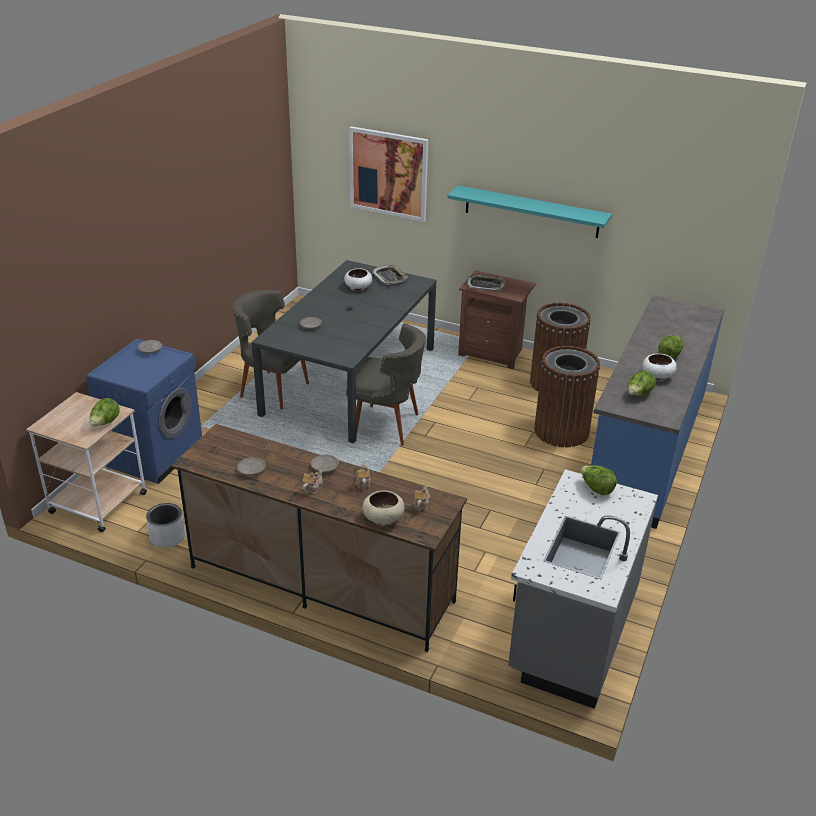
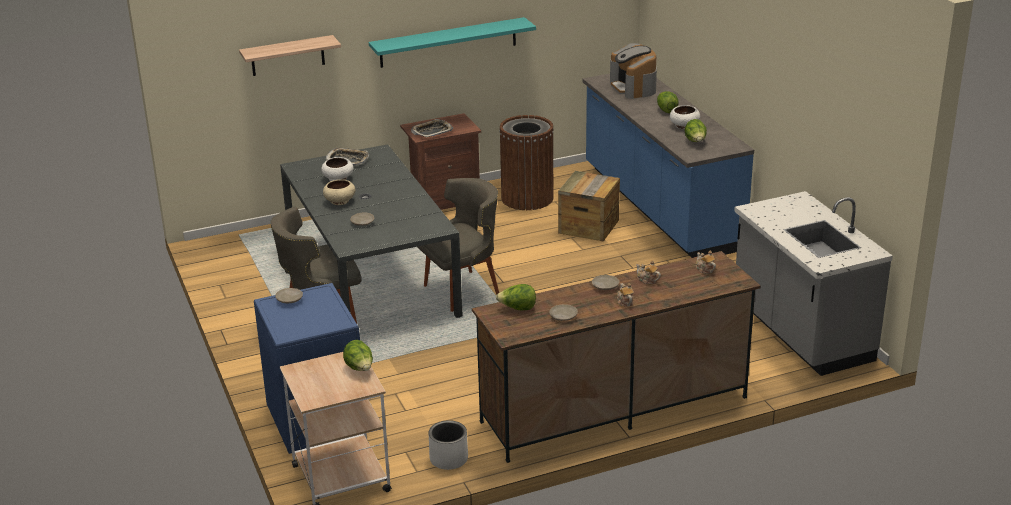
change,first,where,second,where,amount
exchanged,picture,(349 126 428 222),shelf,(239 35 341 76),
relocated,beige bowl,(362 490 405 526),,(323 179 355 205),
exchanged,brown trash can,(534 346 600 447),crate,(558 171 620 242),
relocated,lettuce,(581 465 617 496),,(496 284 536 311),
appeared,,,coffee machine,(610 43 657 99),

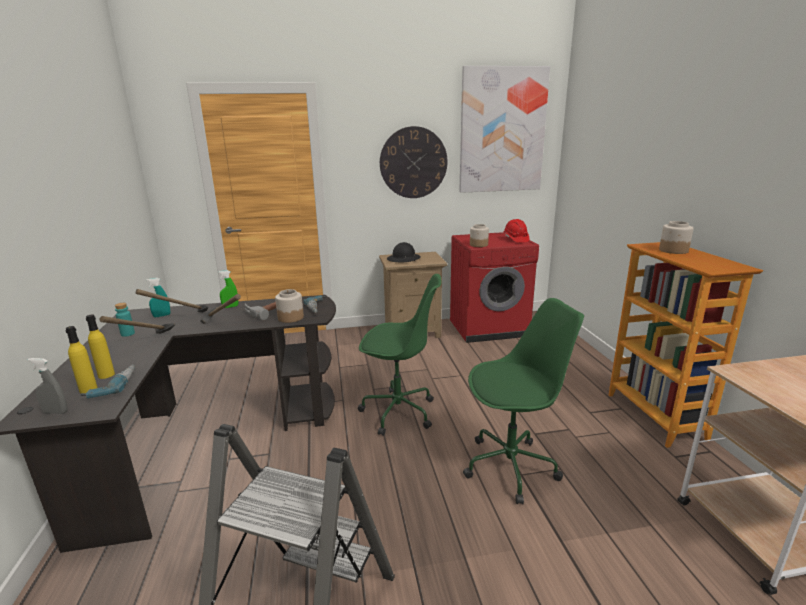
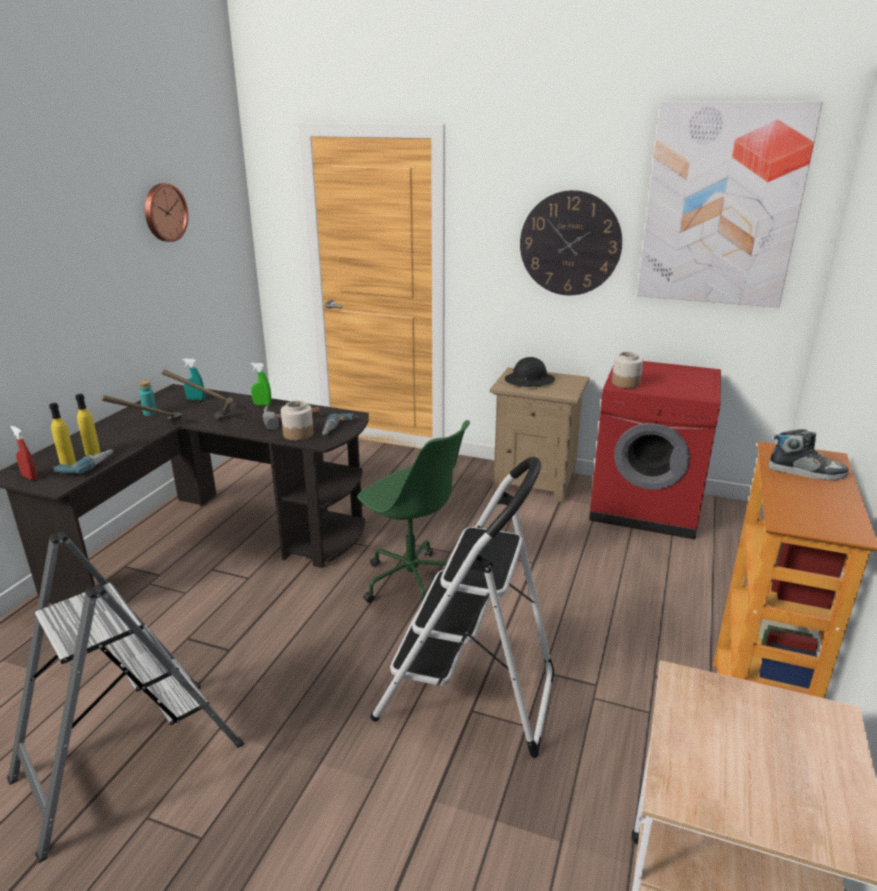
change,first,where,second,where,amount
colour,grey spray bottle,(28 358 68 414),red spray bottle,(10 426 37 480),
exchanged,green office chair,(463 298 584 504),step ladder,(370 457 554 758),
missing,red hard hat,(504 219 529 243),,,
exchanged,jar,(659 221 693 254),shoe,(768 429 849 480),
appeared,,,wall clock,(145 183 188 242),

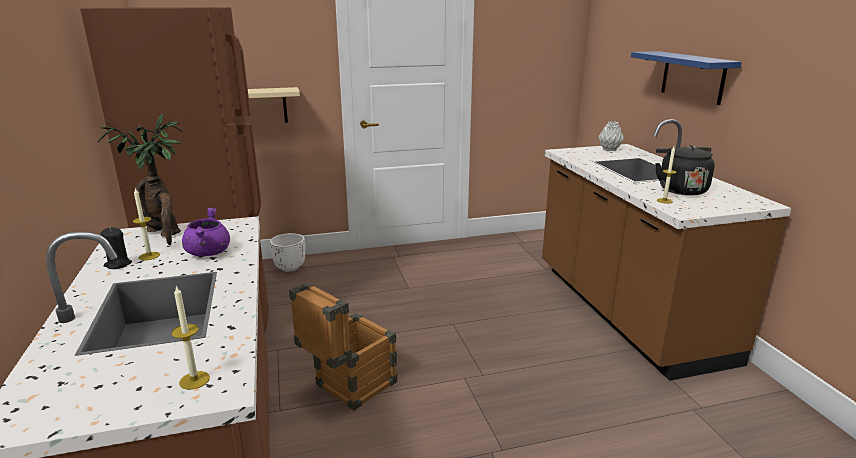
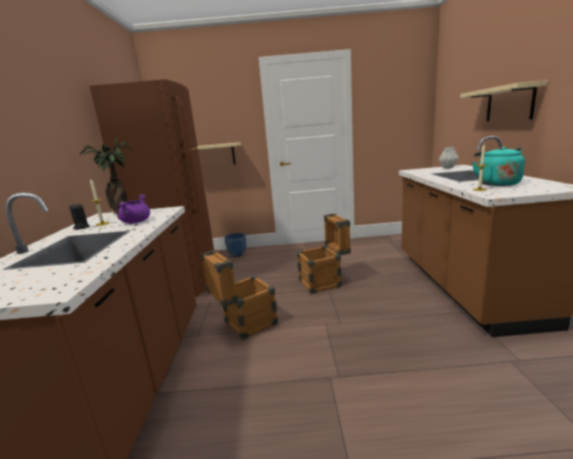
change,first,where,second,where,amount
missing,candle,(171 285 210 390),,,
colour,white planter,(270 233 305 272),blue planter,(224 233 246 257),
colour,blue shelf,(631 51 742 105),beige shelf,(460 80 548 121),
colour,black kettle,(655 145 715 196),turquoise kettle,(472 146 525 186),
appeared,,,crate,(297 214 351 294),

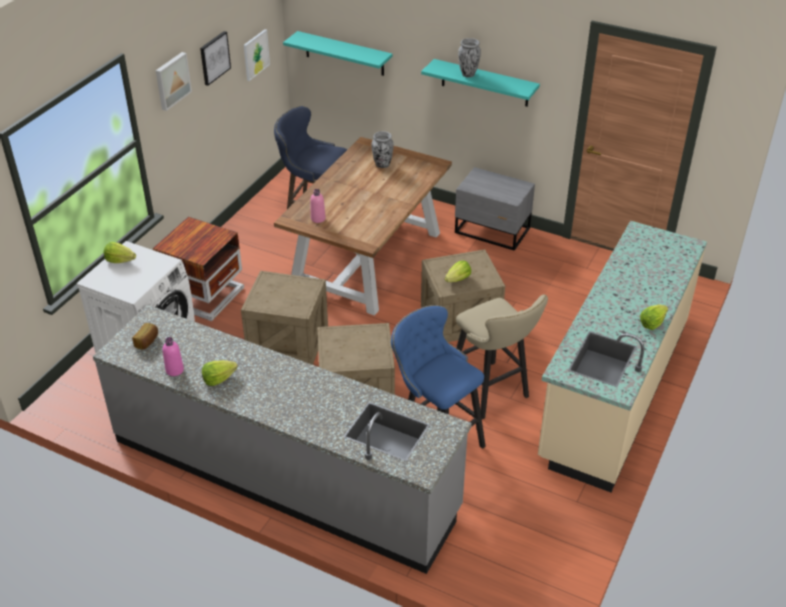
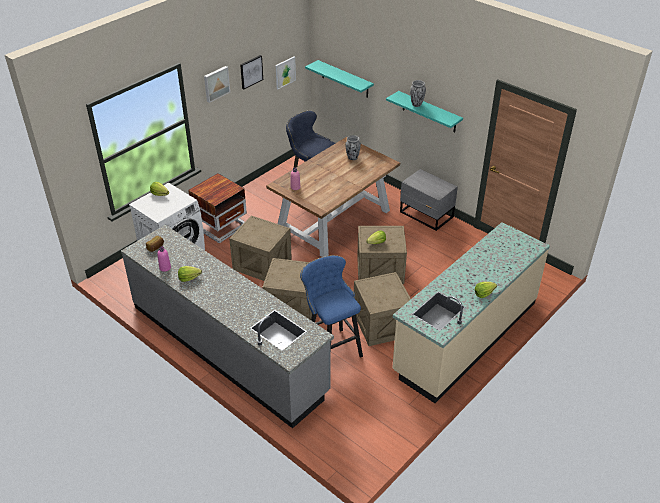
change,first,where,second,where,amount
exchanged,beige stool,(456 294 548 419),crate,(354 272 411 346),

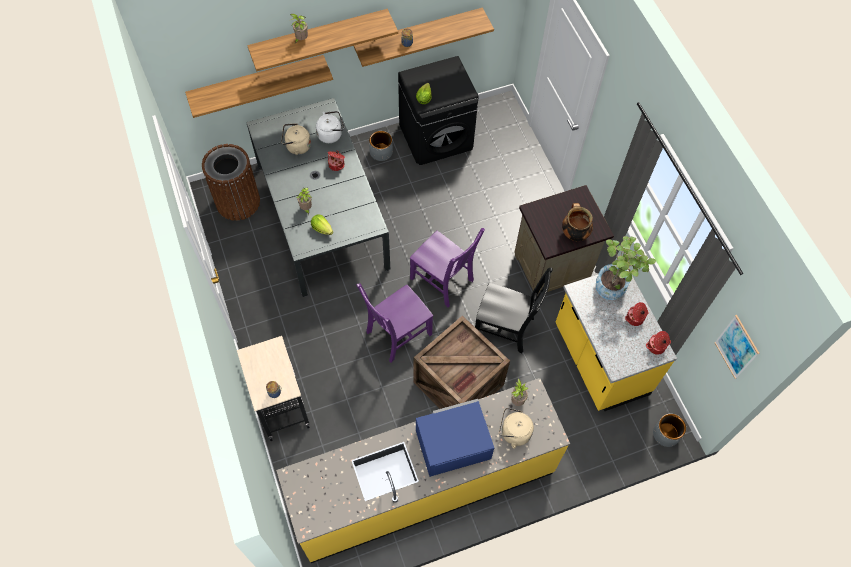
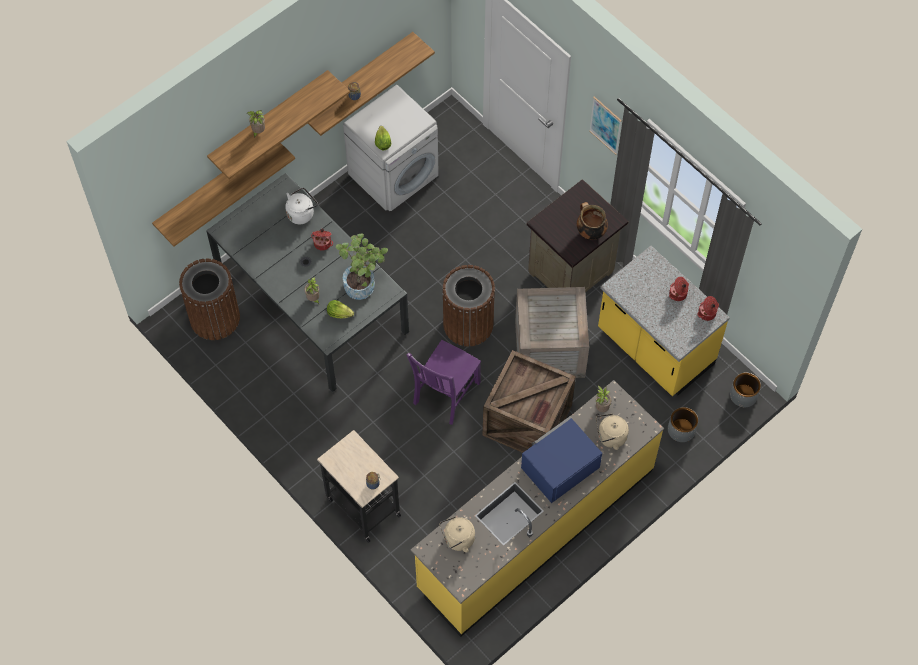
change,first,where,second,where,amount
relocated,beige kettle,(281 123 311 155),,(439 516 475 553),
relocated,grey planter,(369 131 393 161),,(668 407 698 442),
colour,black washing machine,(398 56 479 165),white washing machine,(343 85 439 211),
exchanged,purple chair,(410 228 485 308),brown trash can,(442 265 495 347),
exchanged,black chair,(475 268 552 354),crate,(515 287 589 378),
relocated,potted plant,(596 236 656 300),,(335 234 388 300),
relocated,picture,(714 315 759 379),,(589 96 622 155),

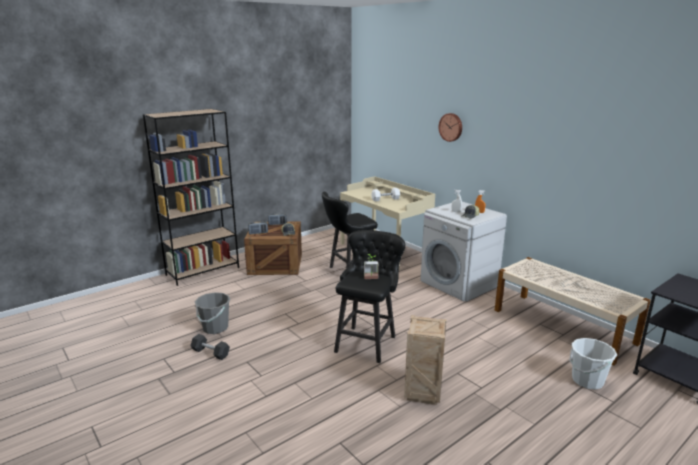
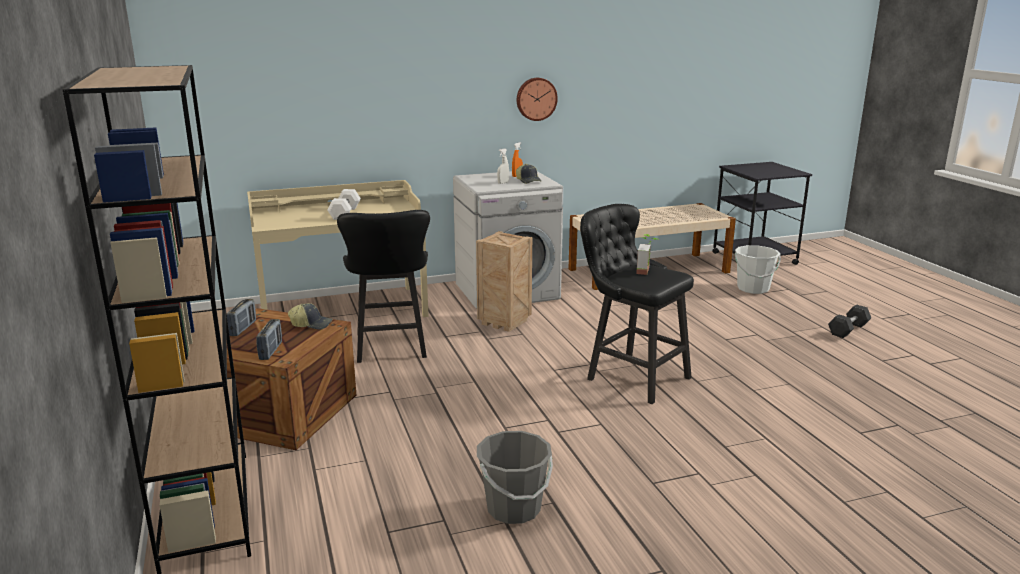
change,first,where,second,where,amount
relocated,grey dumbbell,(190 334 230 360),,(828 305 871 338),
relocated,crate,(404 315 446 405),,(476 231 532 332),
relocated,wall clock,(438 113 462 142),,(517 78 558 121),

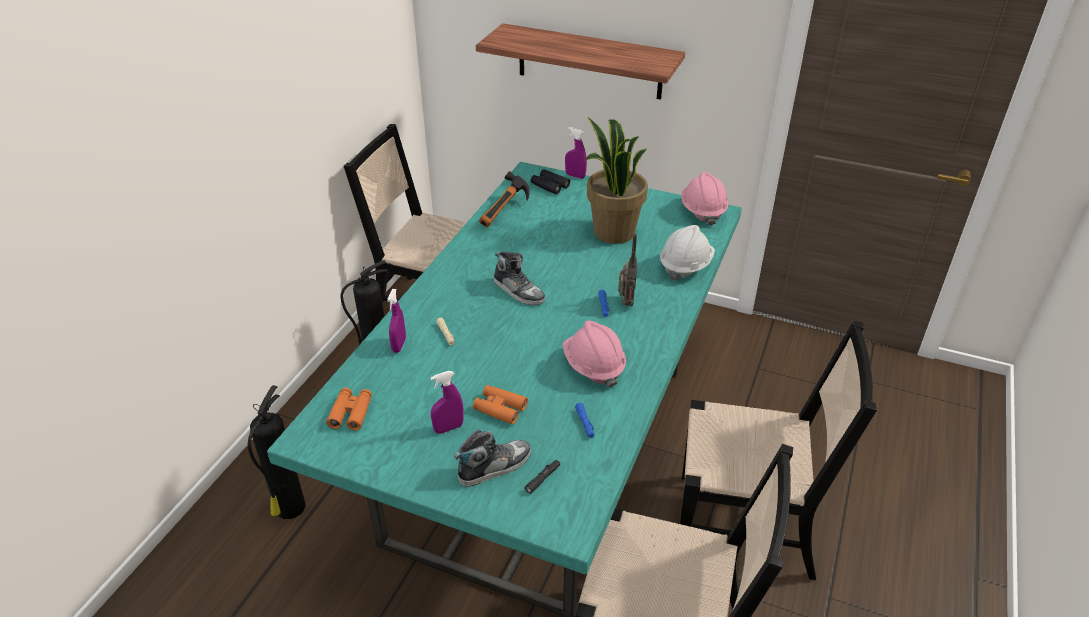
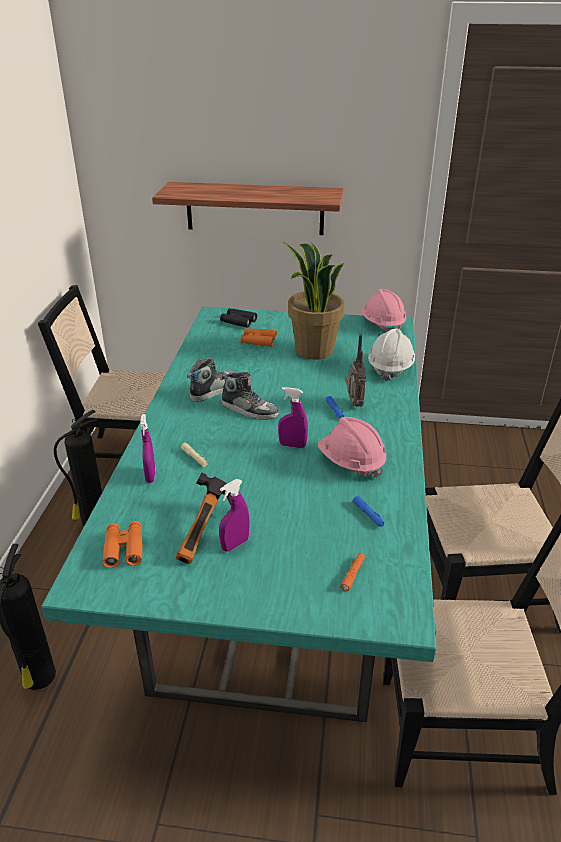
change,first,where,second,where,amount
relocated,shoe,(454 429 532 487),,(187 358 237 402),
relocated,orange binoculars,(473 385 528 424),,(240 328 277 347),
relocated,hammer,(479 171 529 227),,(176 472 231 564),
colour,black flashlight,(525 460 560 494),orange flashlight,(340 553 365 592),
relocated,purple spray bottle,(565 127 587 179),,(278 387 308 448),

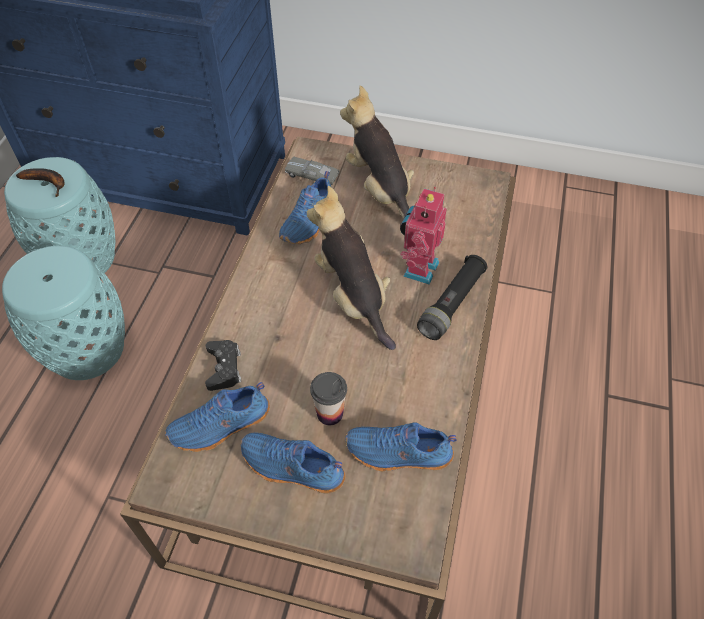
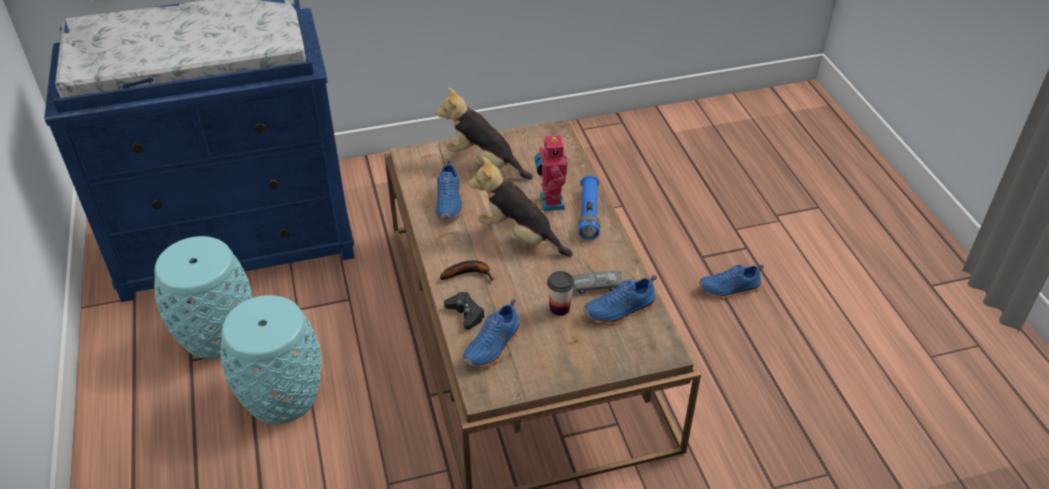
change,first,where,second,where,amount
relocated,banana,(16 168 65 197),,(440 261 494 281),
relocated,blue shoe,(241 433 345 493),,(699 264 764 299),
relocated,grey toy car,(285 157 340 185),,(572 271 623 294),
colour,black flashlight,(417 255 487 340),blue flashlight,(578 175 600 240),

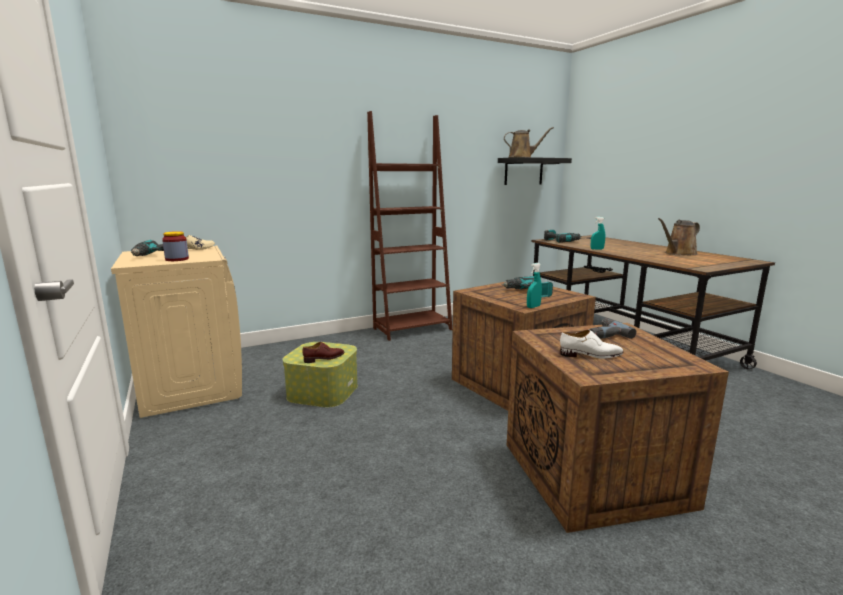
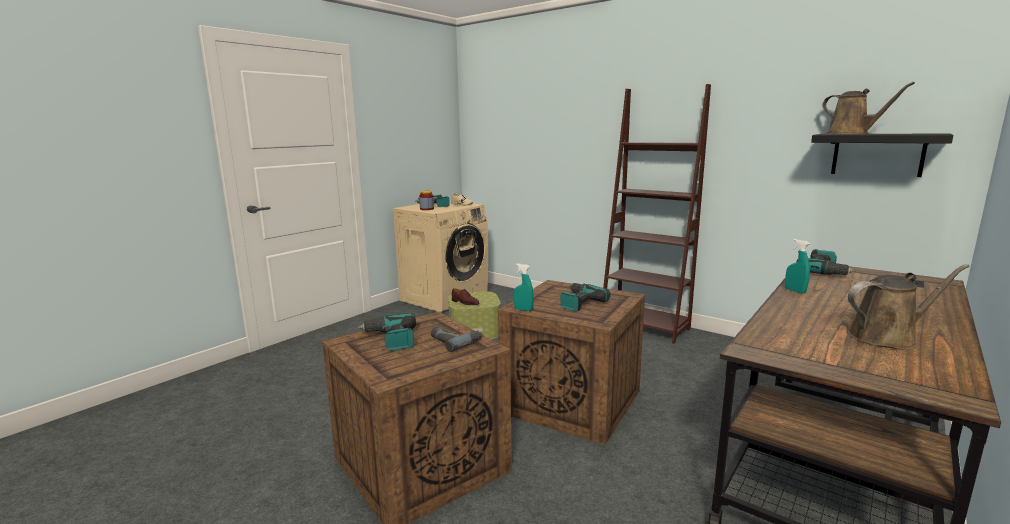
change,first,where,second,where,amount
exchanged,white shoe,(560 330 624 359),power drill,(358 313 416 351),
spun,brown watering can,(658 218 700 256),,(848 264 969 350),135 degrees clockwise

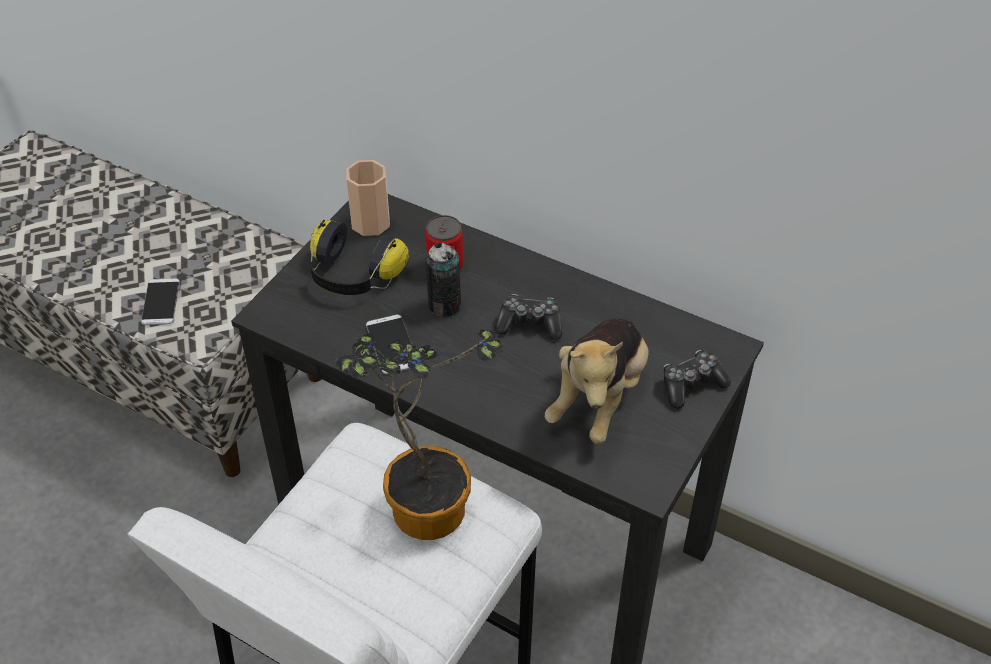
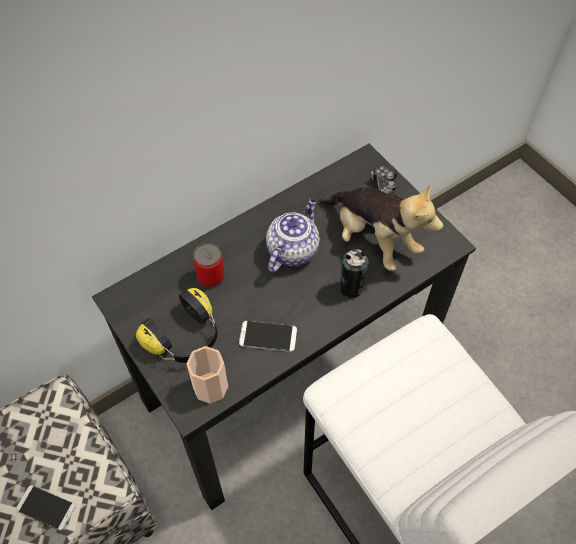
change,first,where,second,where,amount
missing,potted plant,(335 330 503 540),,,
relocated,cup,(346 160 390 236),,(187 346 228 404),
relocated,can,(426 243 461 317),,(339 249 369 298),
exchanged,game controller,(495 294 562 340),teapot,(266 198 320 272),

